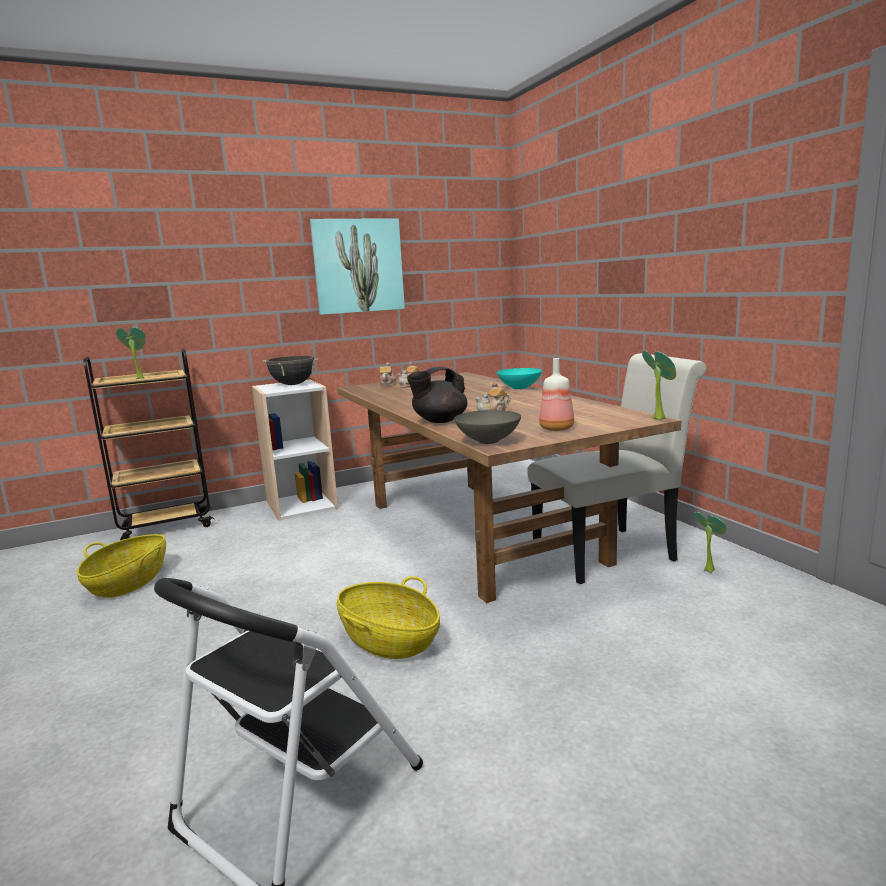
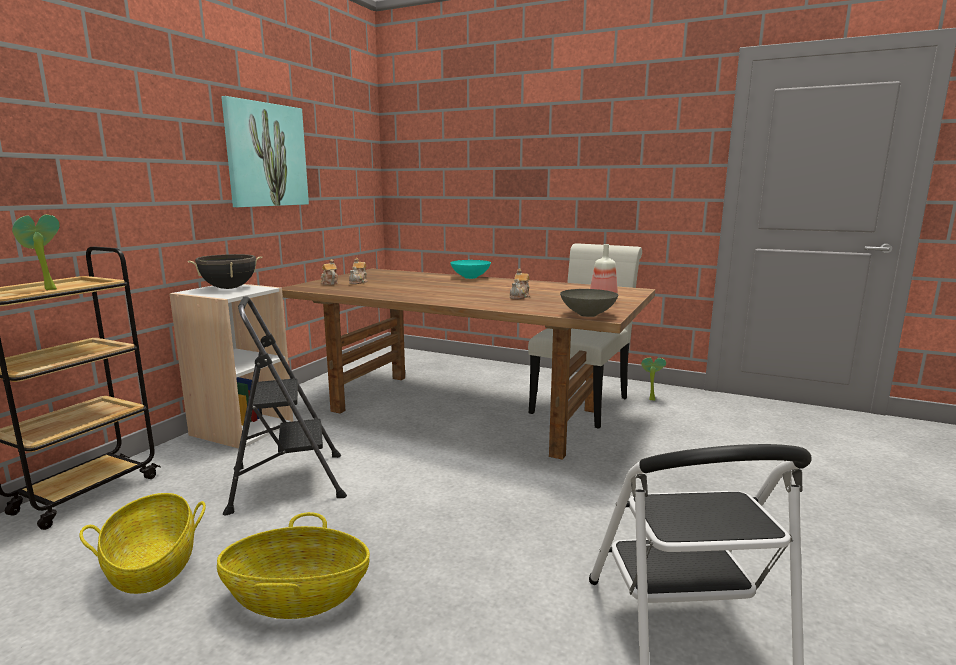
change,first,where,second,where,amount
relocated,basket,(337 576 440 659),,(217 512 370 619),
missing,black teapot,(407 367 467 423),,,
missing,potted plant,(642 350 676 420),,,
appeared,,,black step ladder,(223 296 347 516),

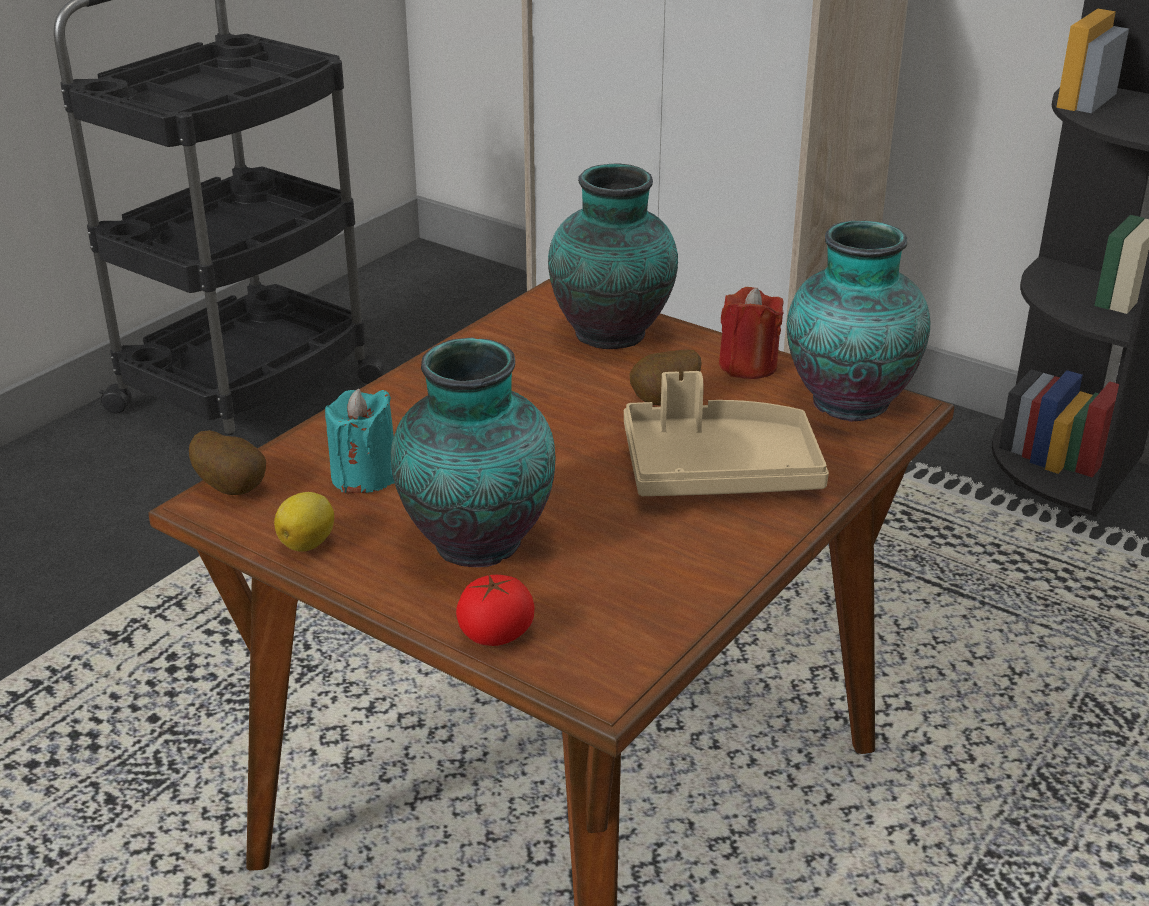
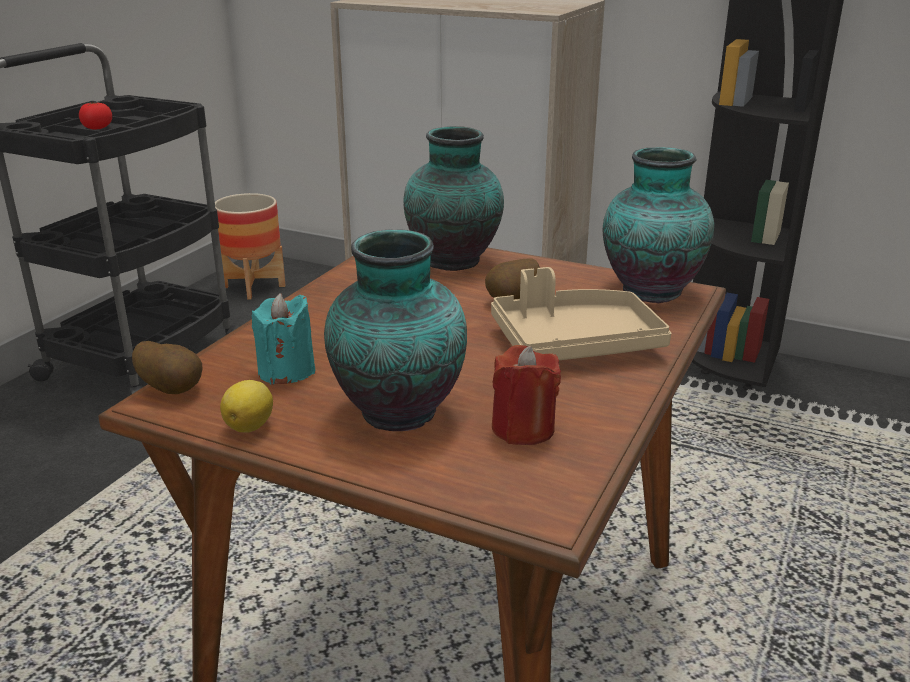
change,first,where,second,where,amount
relocated,tomato,(456 575 535 646),,(79 102 112 130),
relocated,red candle,(719 287 784 379),,(492 345 561 445),
appeared,,,planter,(215 193 285 300),

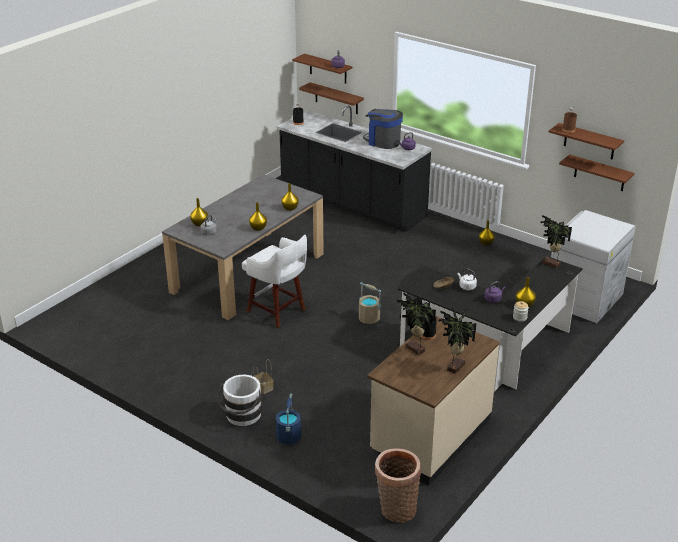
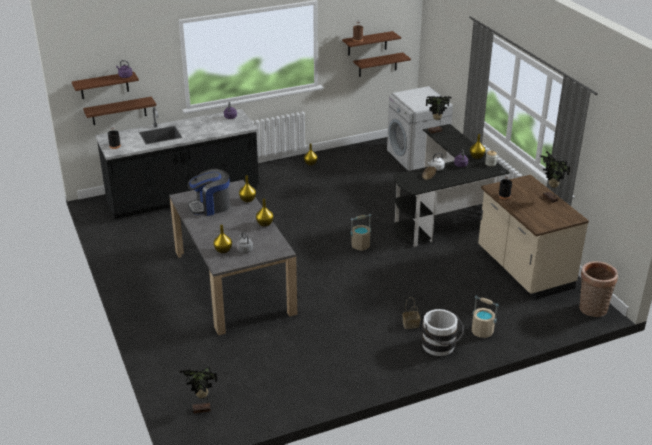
change,first,where,second,where,amount
missing,white stool,(242 235 307 328),,,
colour,blue bucket,(276 393 301 444),beige bucket,(472 296 498 338),
relocated,coffee machine,(363 109 403 149),,(187 169 230 216),
relocated,potted plant,(397 293 436 355),,(180 366 217 414),

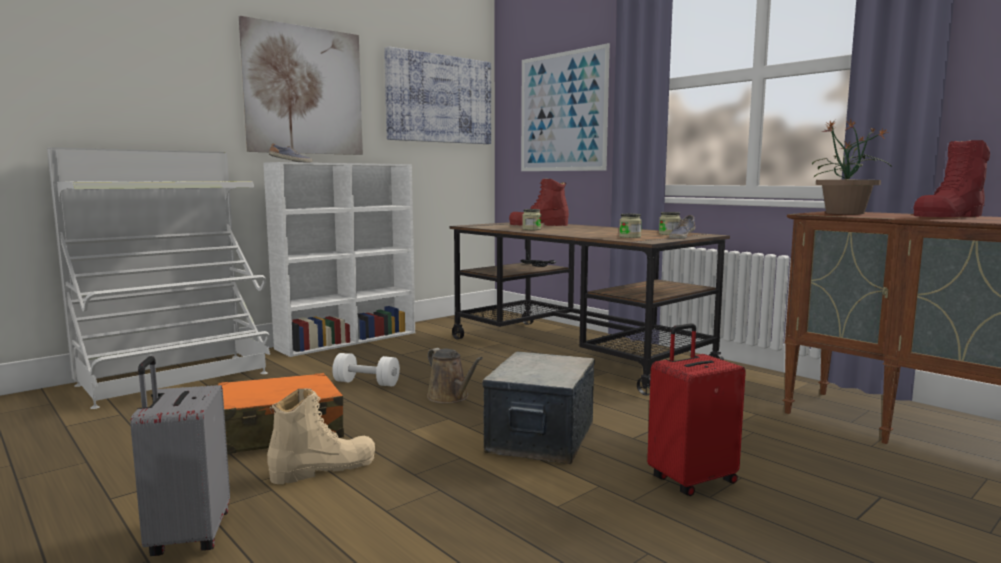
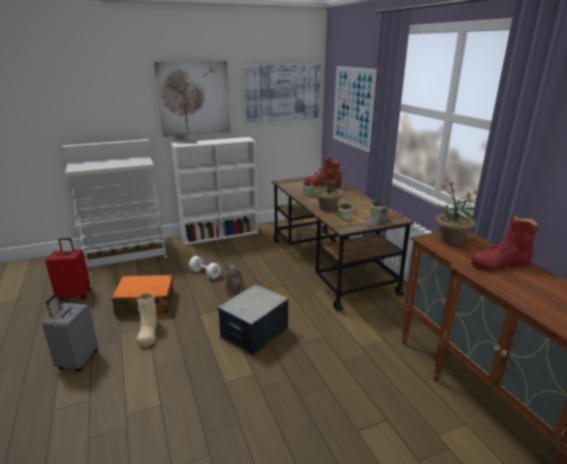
change,first,where,second,where,amount
spun,beige boot,(267 389 375 484),,(136 292 157 347),90 degrees clockwise
relocated,red suitcase,(647 324 746 496),,(45 238 91 301),
appeared,,,potted plant,(312 168 349 211),

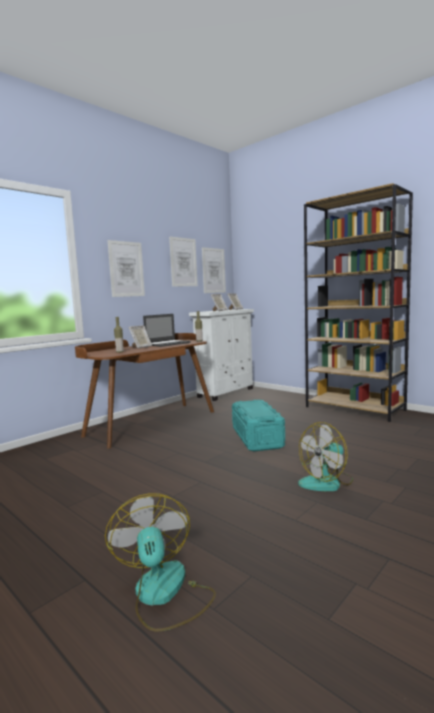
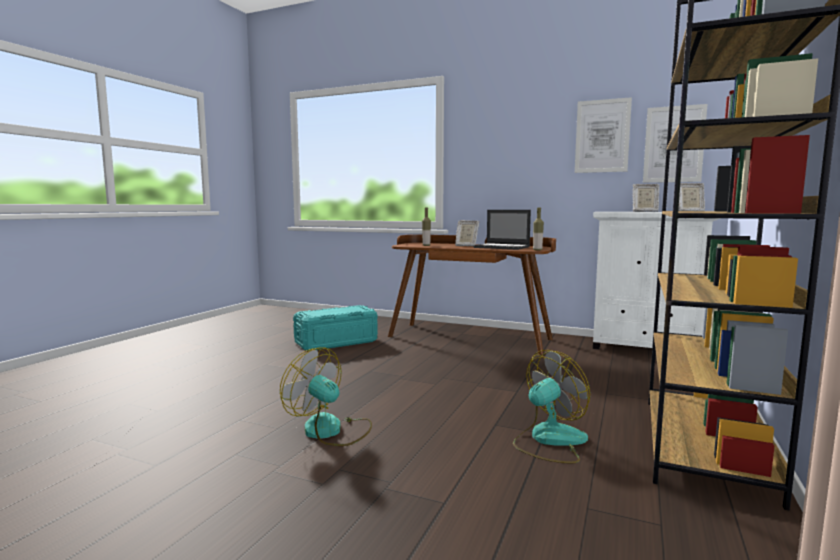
change,first,where,second,where,amount
relocated,fan,(105 493 216 632),,(513 350 590 464),
missing,picture,(107 240 145 297),,,
relocated,turquoise storage box,(232 400 285 451),,(293 305 378 351),

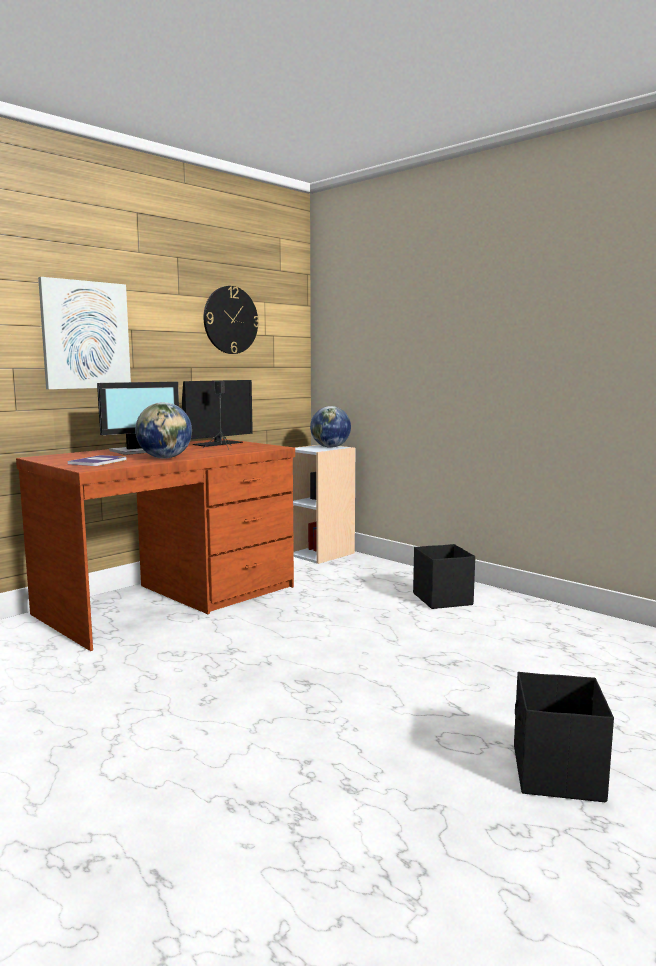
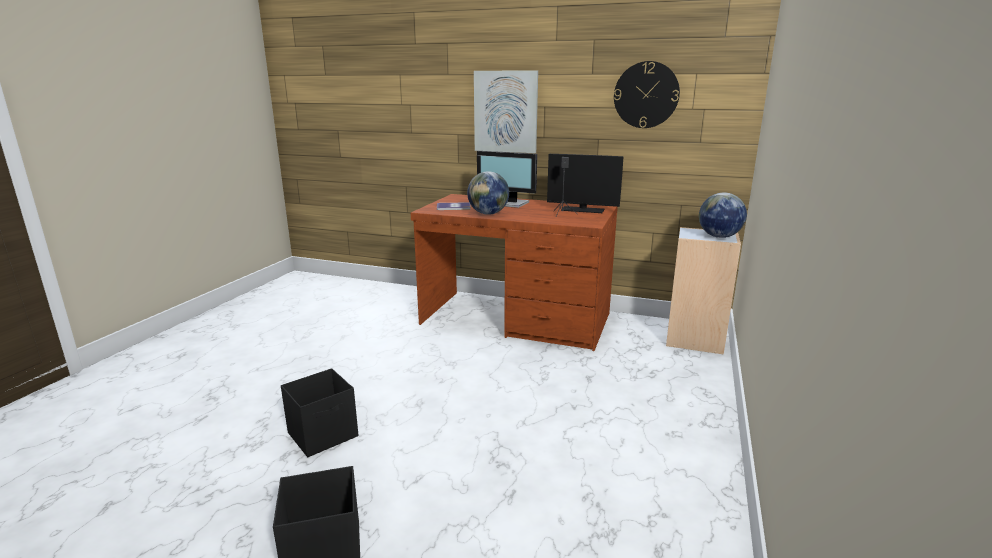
change,first,where,second,where,amount
relocated,black storage box,(413 544 475 609),,(281 368 358 457),

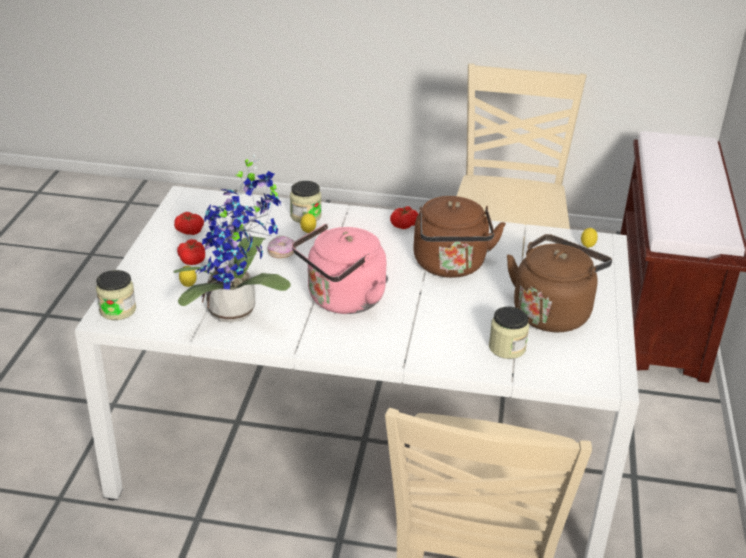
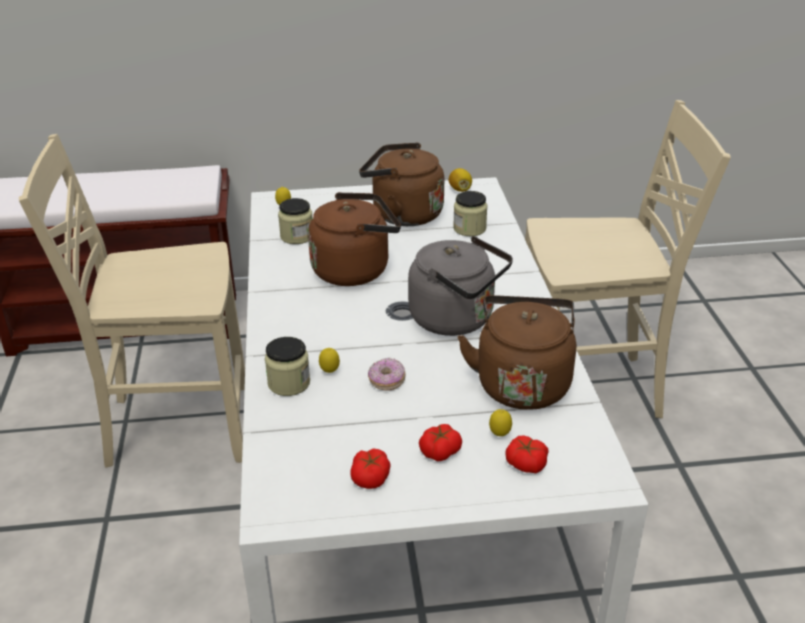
change,first,where,second,where,amount
relocated,jar,(96 270 136 320),,(278 198 312 244),
exchanged,potted plant,(174 154 291 322),brown kettle,(458 295 576 410),
colour,pink kettle,(292 224 386 314),grey kettle,(408 236 513 336),
relocated,tomato,(390 206 418 229),,(505 436 549 473),
appeared,,,lemon,(449 168 472 192),

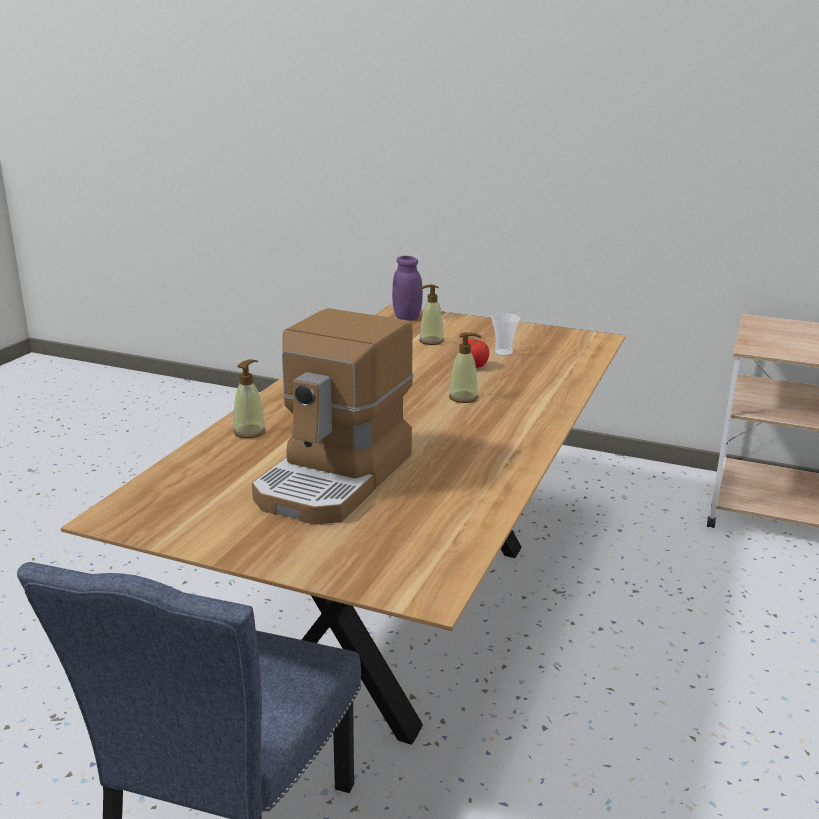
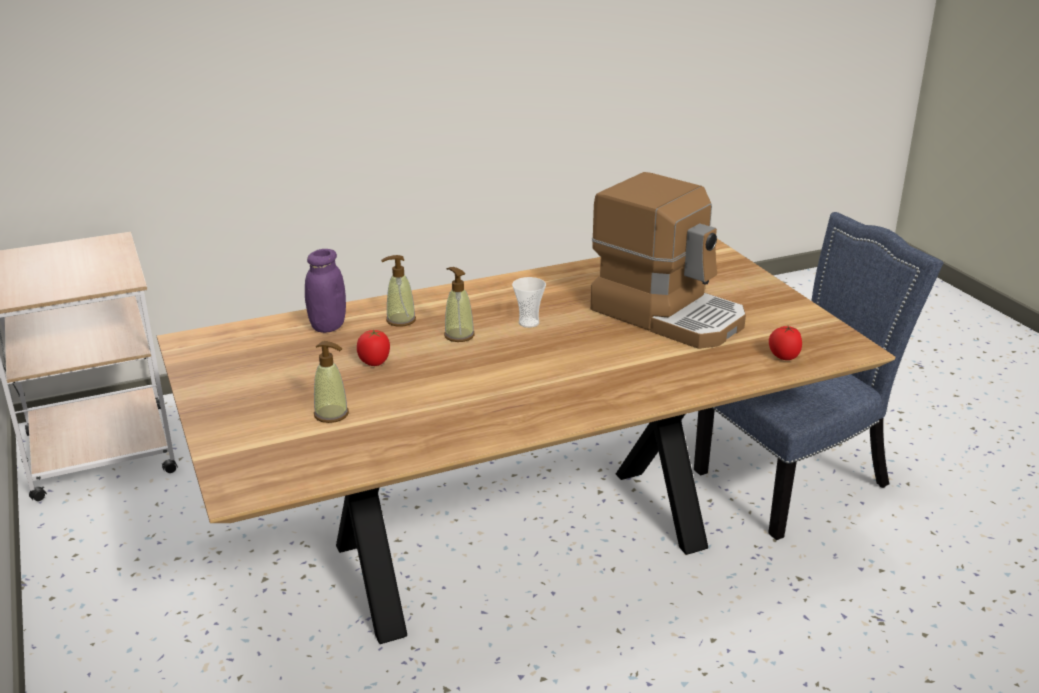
change,first,where,second,where,amount
relocated,soap dispenser,(234 359 266 438),,(381 255 416 326),
spun,coffee machine,(252 308 414 525),,(590 172 746 349),60 degrees clockwise
relocated,purple jar,(392 256 423 321),,(305 249 346 333),
relocated,cup,(491 313 520 356),,(512 277 546 328),
appeared,,,tomato,(769 326 802 360),

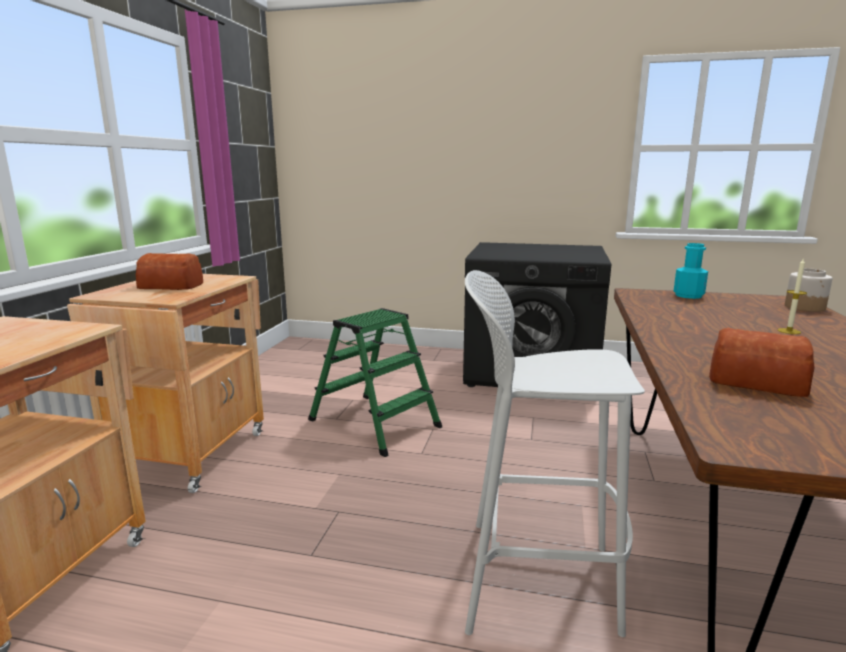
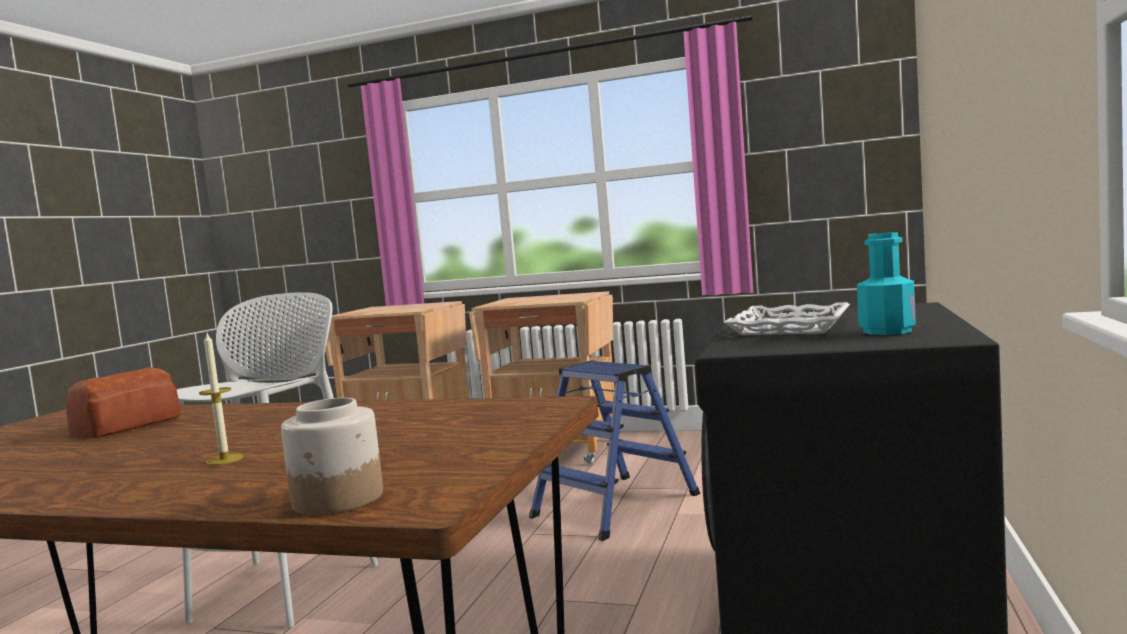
change,first,where,second,where,amount
missing,bread,(136 253 203 290),,,
colour,green step ladder,(308 308 442 457),blue step ladder,(529 360 700 541),
relocated,turquoise bottle,(674 243 708 299),,(857 232 916 335),
appeared,,,white tray,(724 302 850 335),

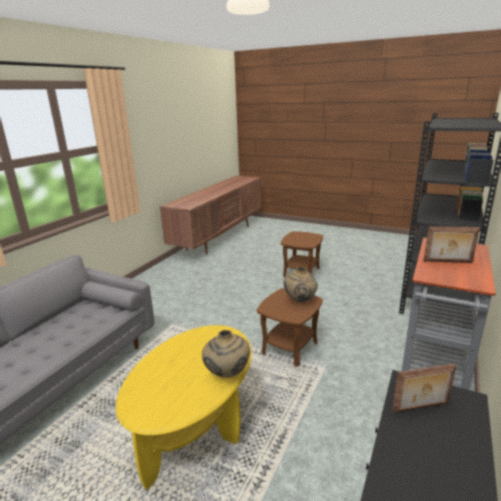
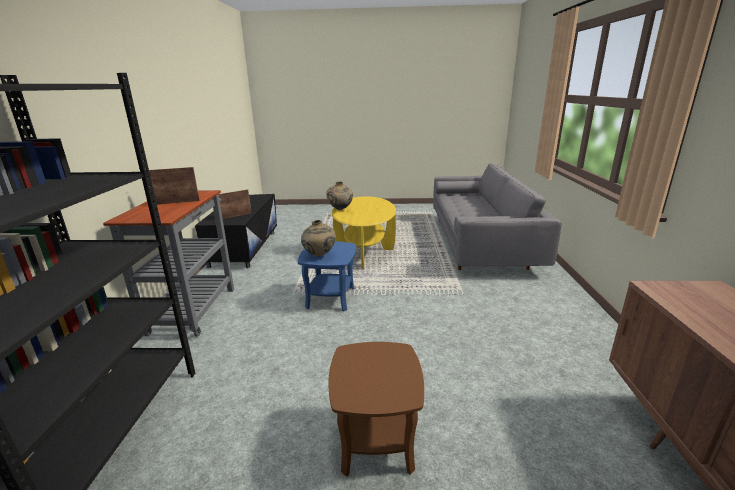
change,first,where,second,where,amount
colour,brown side table,(257 288 323 367),blue side table,(298 241 356 311),

